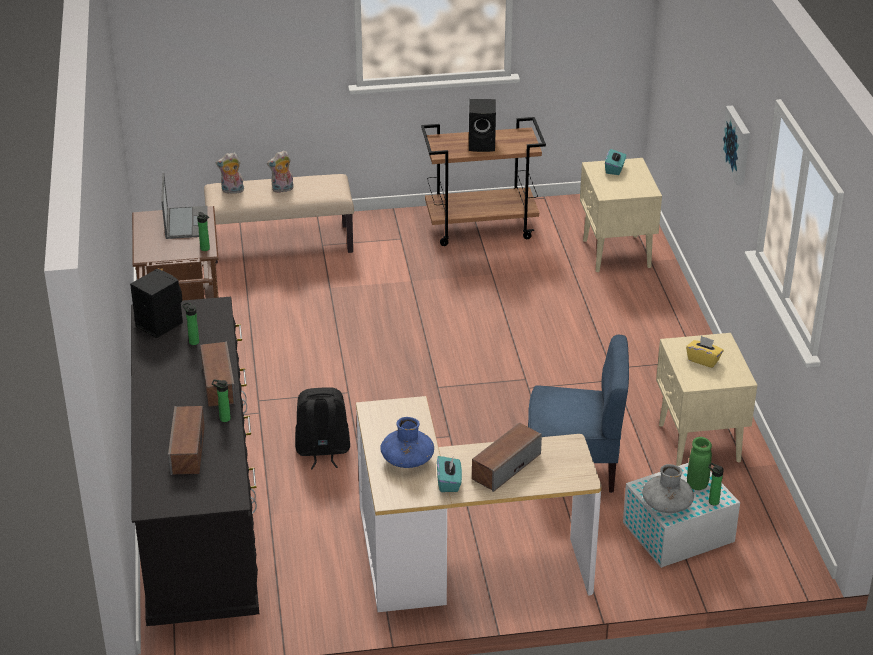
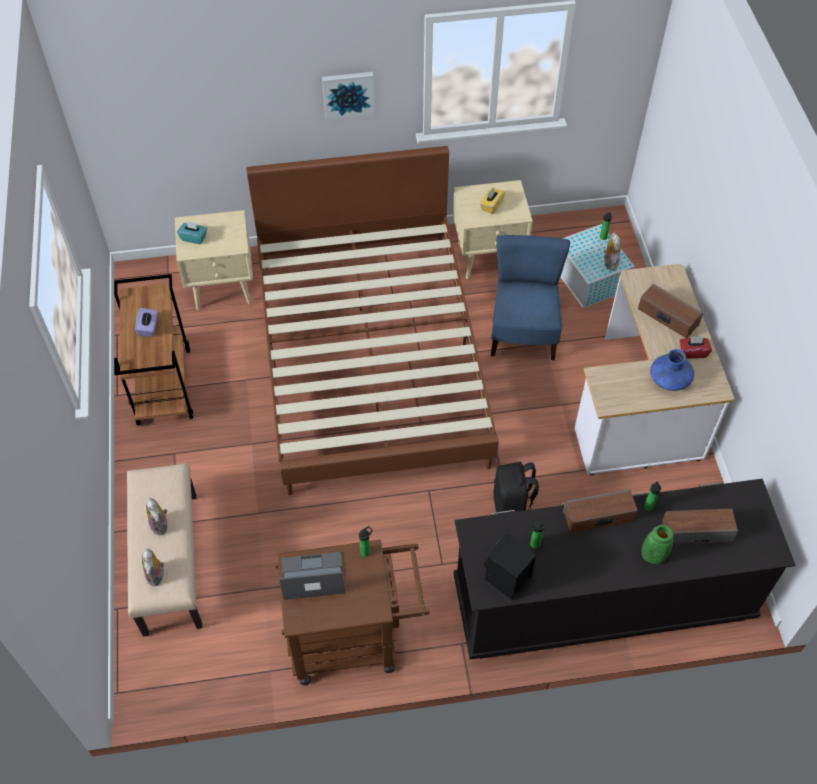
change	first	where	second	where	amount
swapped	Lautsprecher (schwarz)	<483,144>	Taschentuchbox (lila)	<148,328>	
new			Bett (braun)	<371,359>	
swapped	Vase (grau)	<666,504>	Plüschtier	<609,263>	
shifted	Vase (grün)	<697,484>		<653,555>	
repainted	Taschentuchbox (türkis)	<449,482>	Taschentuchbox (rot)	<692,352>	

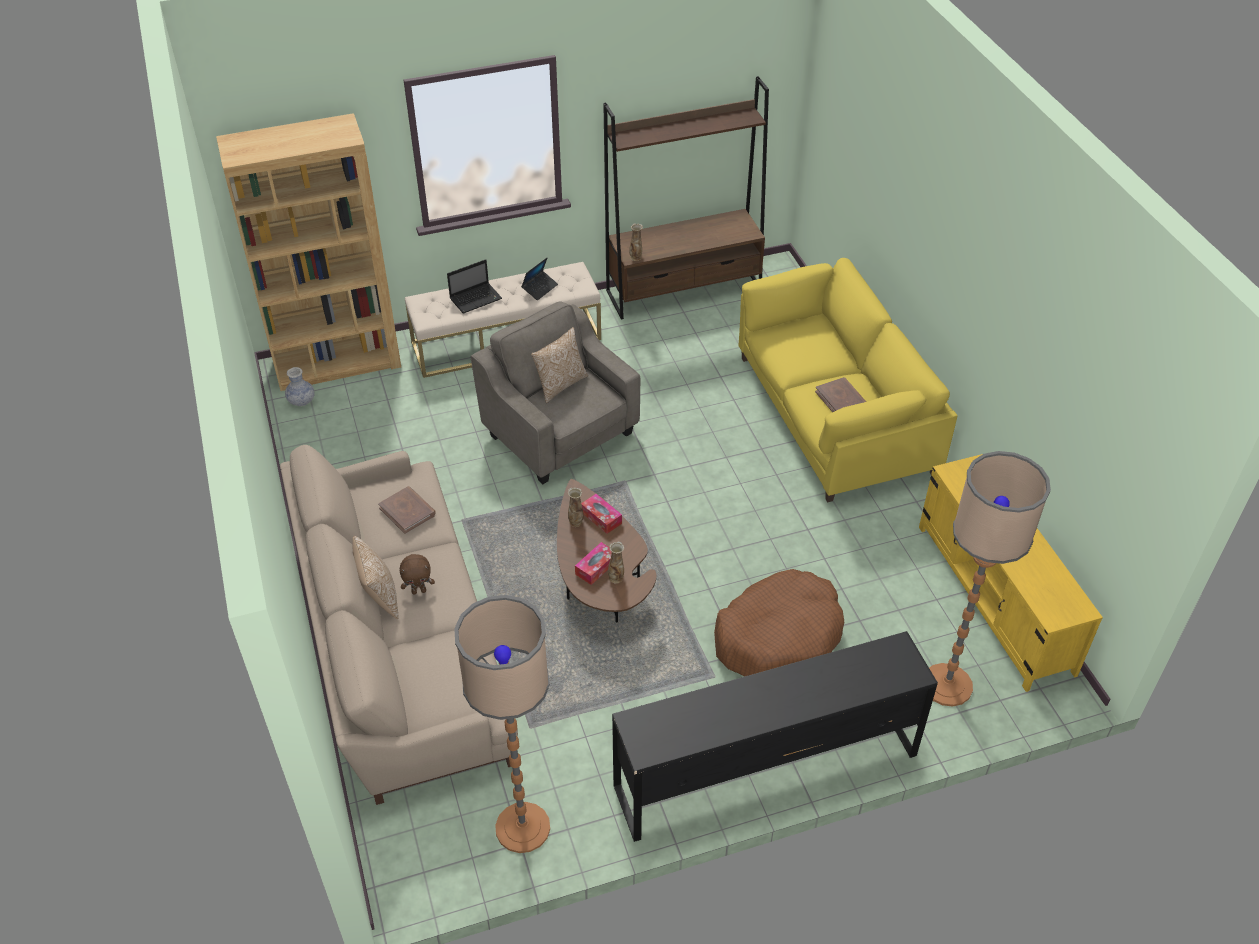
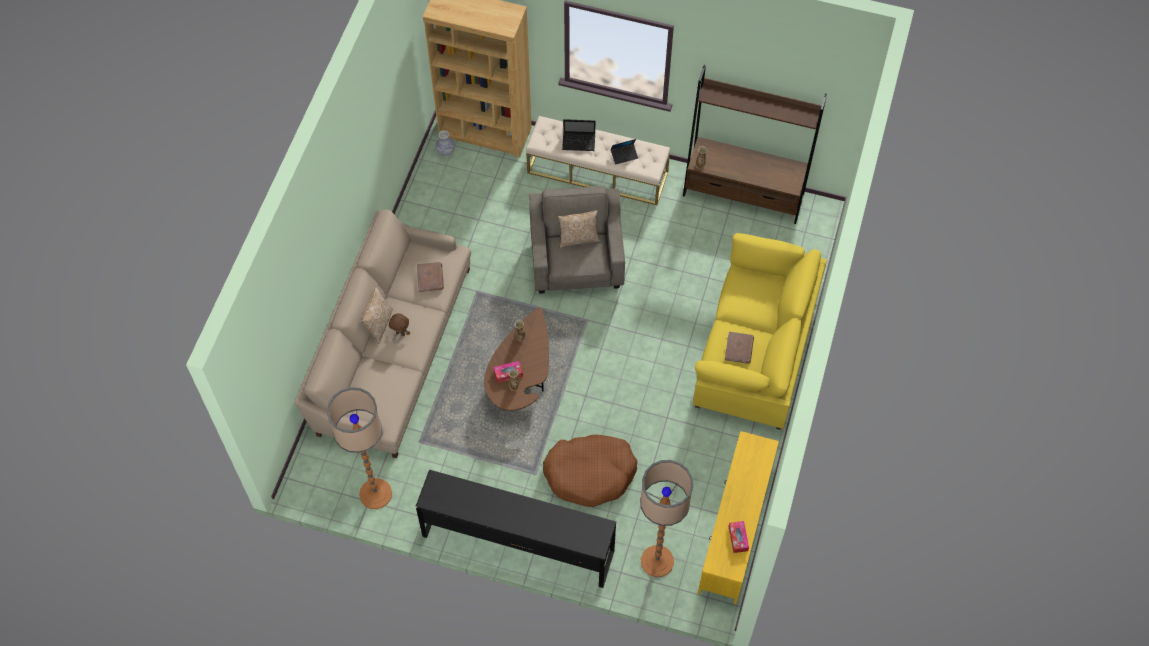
change	first	where	second	where	amount
shifted	Taschentuchbox	<601,518>		<738,538>	

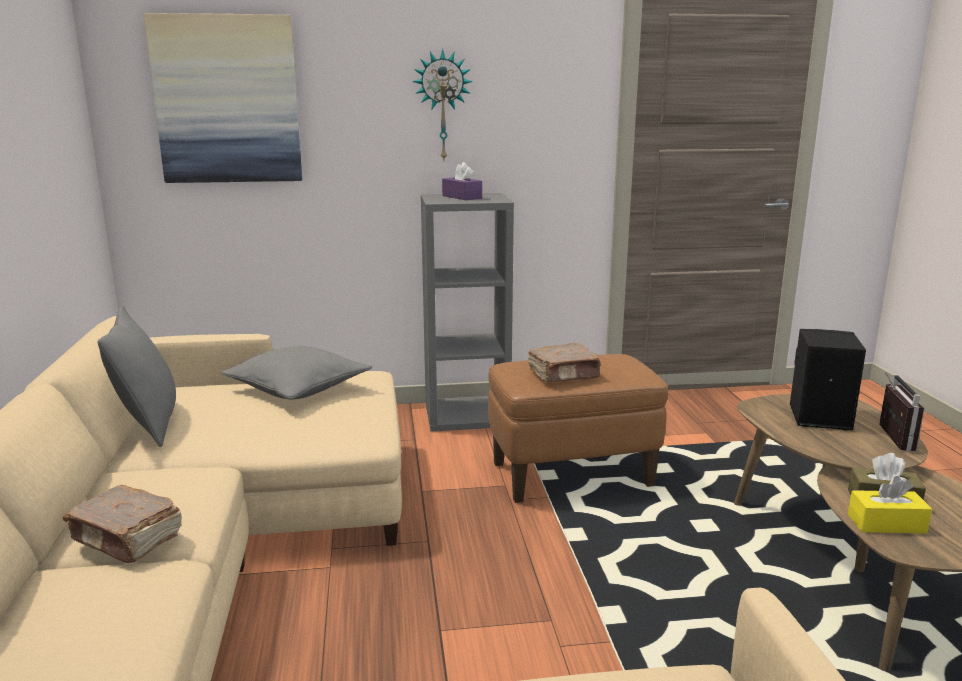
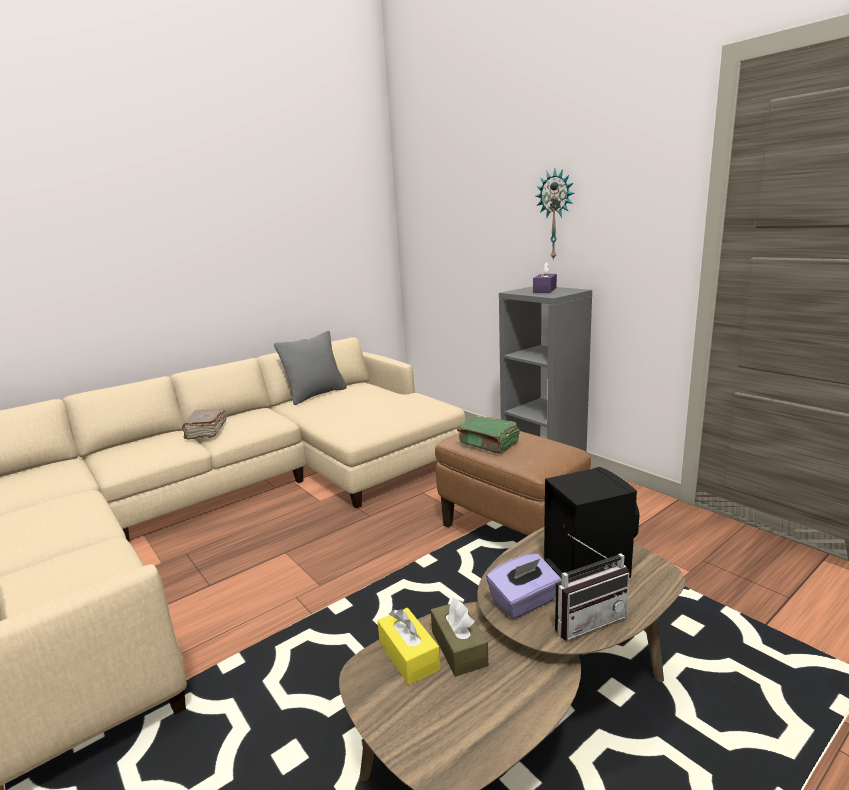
change	first	where	second	where	amount
repainted	Buch (braun)	<564,375>	Buch (grün)	<489,444>	
new			Taschentuchbox (lila)	<524,602>	
gone	Bild	<227,100>			
gone	Kissen (grau)	<298,388>			

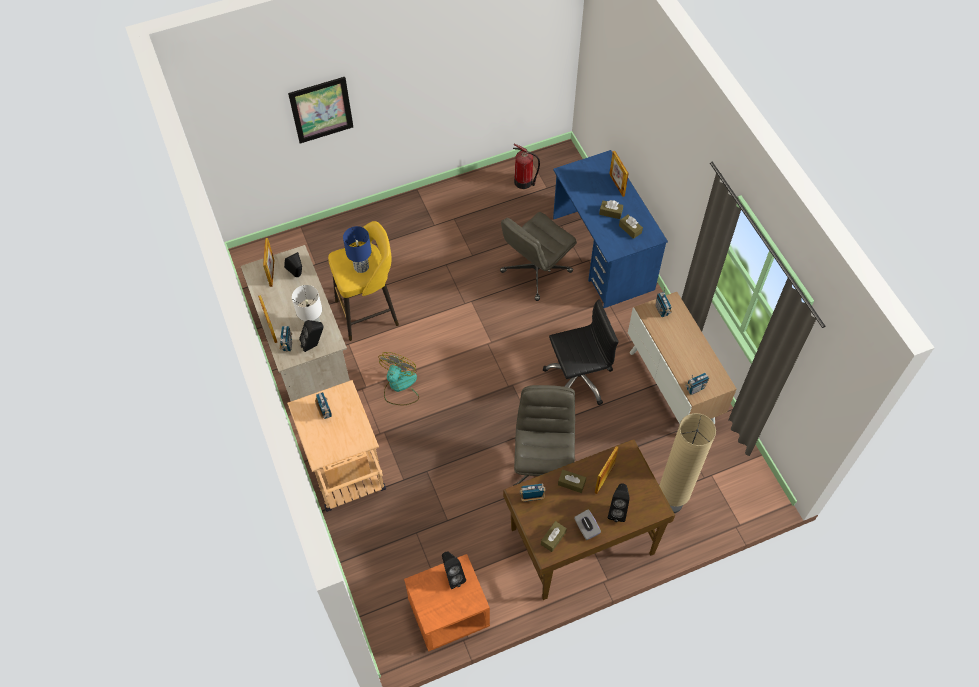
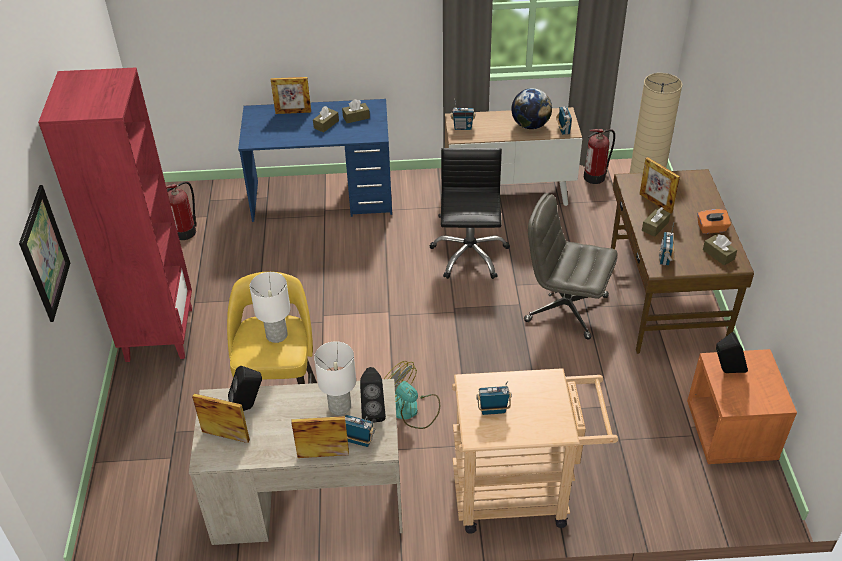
change	first	where	second	where	amount
new			Bücherregal (rot)	<159,333>	
repainted	Tischlampe (blau)	<361,267>	Tischlampe (weiß)	<277,335>	
new			Globus	<530,125>	
new			Feuerlöscher	<595,176>	
repainted	Taschentuchbox (grau)	<586,529>	Taschentuchbox (orange)	<711,228>	
gone	Bürostuhl (grau)	<535,272>			
gone	Lautsprecher (schwarz)	<617,510>			

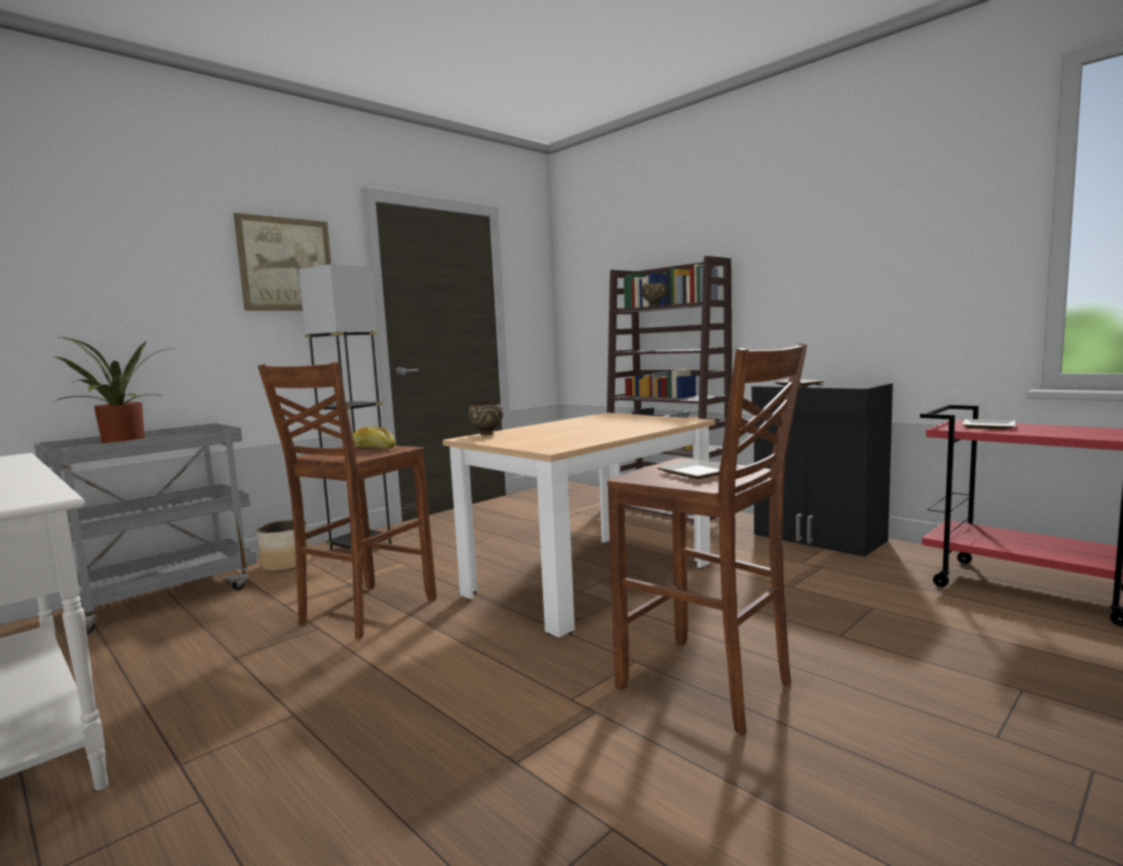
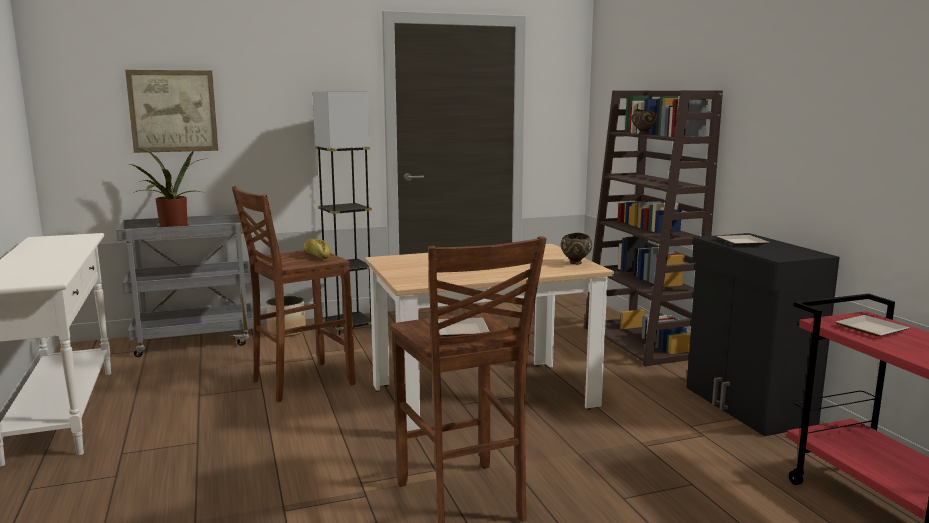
change	first	where	second	where	amount
shifted	Bild	<286,264>		<173,111>	
shifted	Schüssel (braun)	<487,434>		<575,263>	

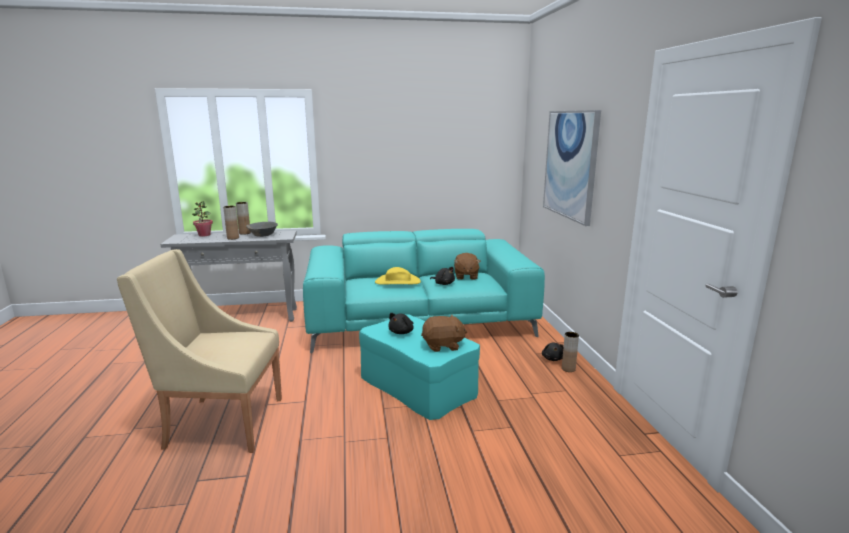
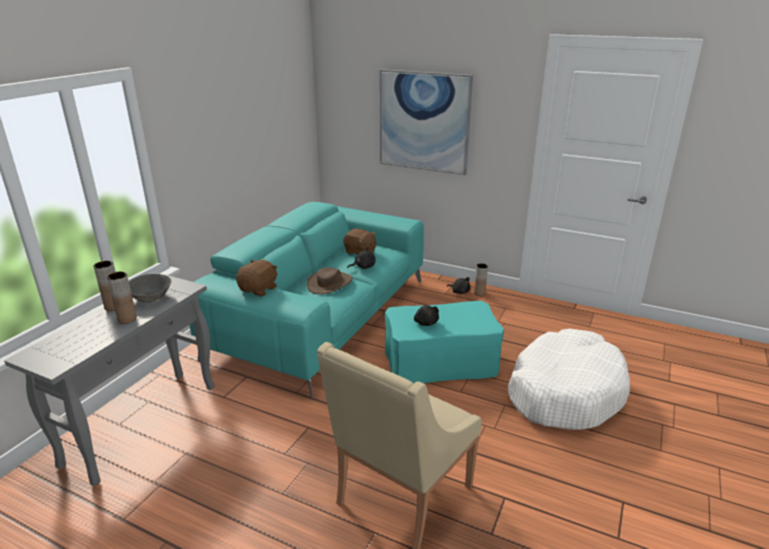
change	first	where	second	where	amount
shifted	Plüschtier (braun)	<443,346>		<259,289>	
repainted	Hut (gelb)	<397,282>	Hut (braun)	<330,283>	
new			Hundebett (weiß)	<564,391>	
gone	Topfpflanze	<204,235>			

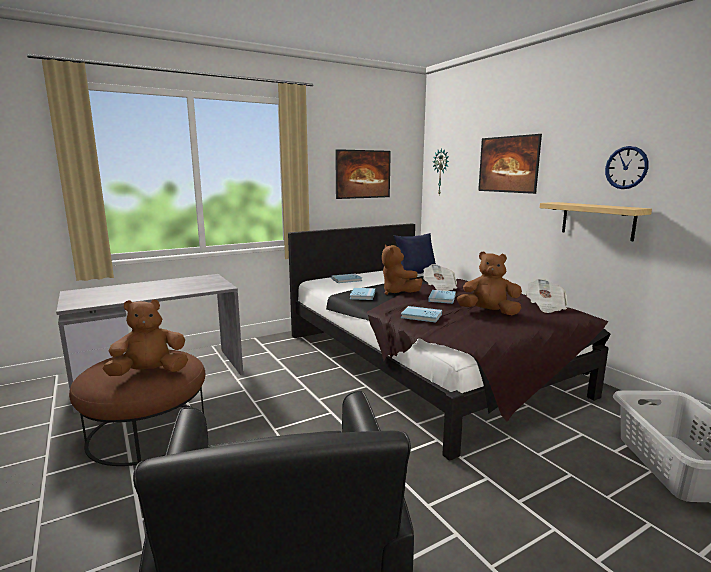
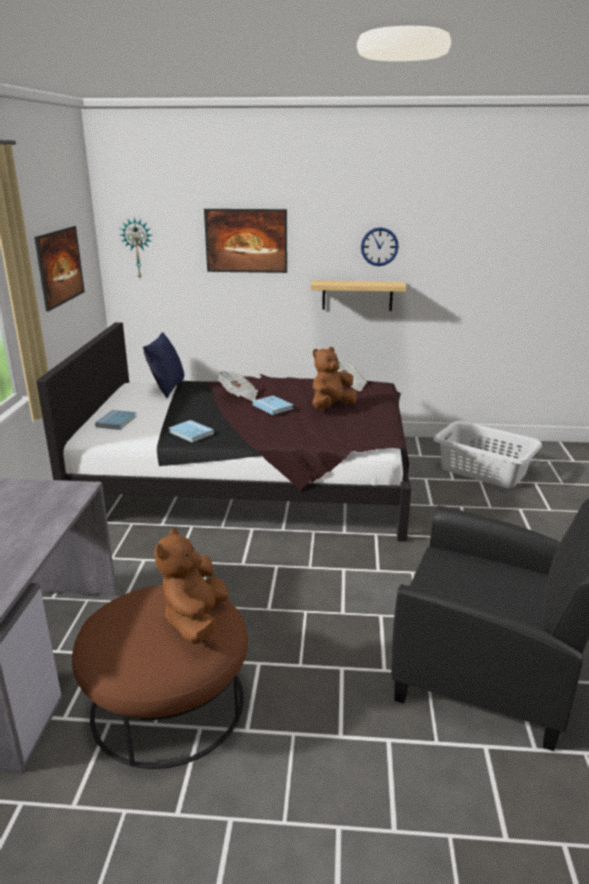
change	first	where	second	where	amount
gone	Plüschtier (braun)	<398,293>			
gone	Buch (blau)	<421,316>			

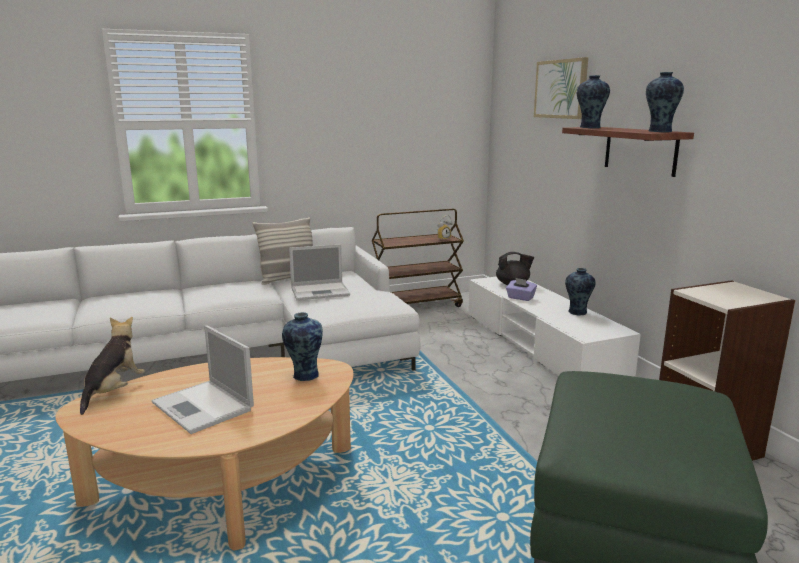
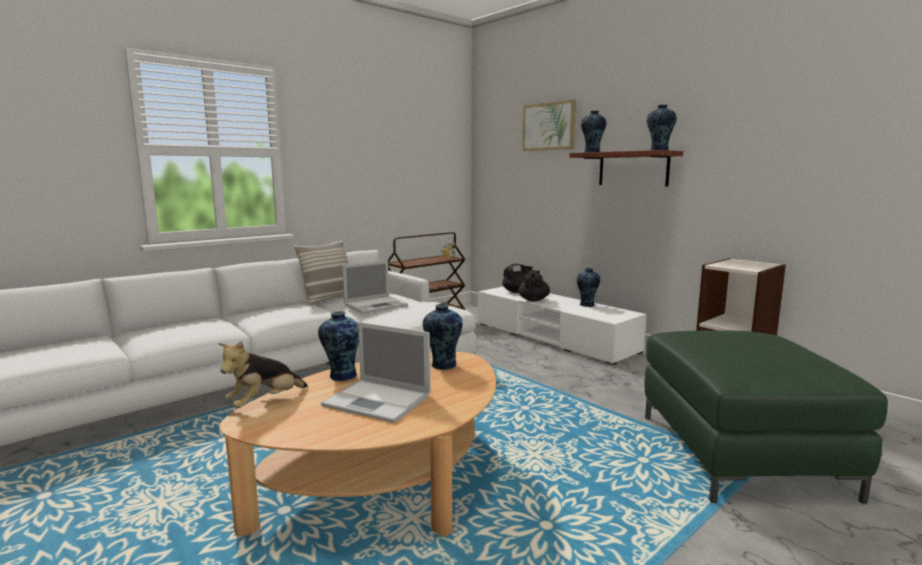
change	first	where	second	where	amount
rotated	Plüschtier	<114,391>		<265,403>	135 degrees counterclockwise
new			Vase	<341,376>	
swapped	Taschentuchbox (lila)	<520,298>	Teekanne (schwarz)	<533,300>	

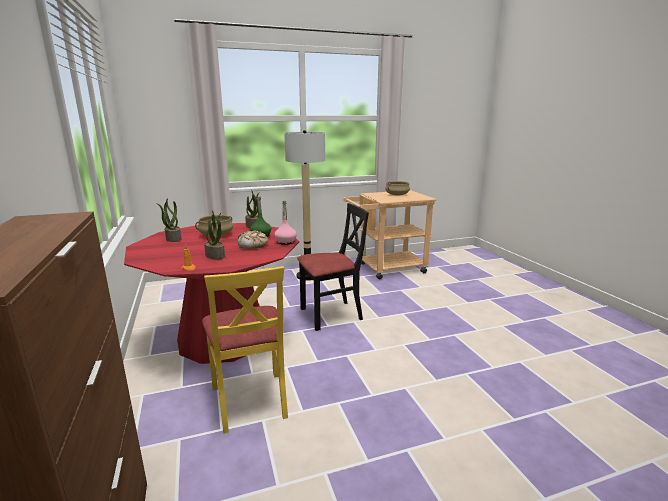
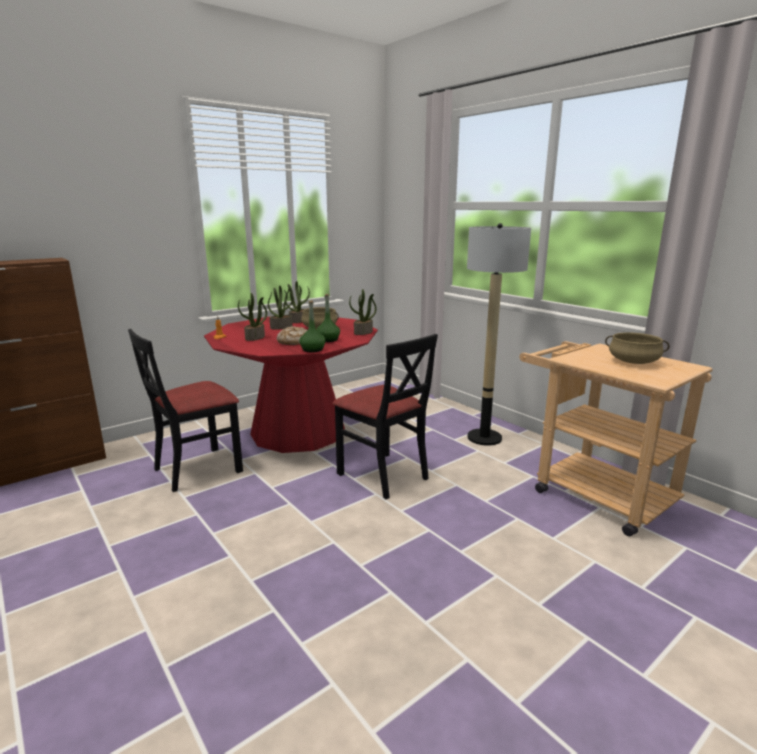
change	first	where	second	where	amount
repainted	Stuhl (gelb)	<250,400>	Stuhl (schwarz)	<197,469>	
new			Topfpflanze	<281,327>	
repainted	Flasche (rosa)	<286,242>	Flasche (grün)	<312,350>	

